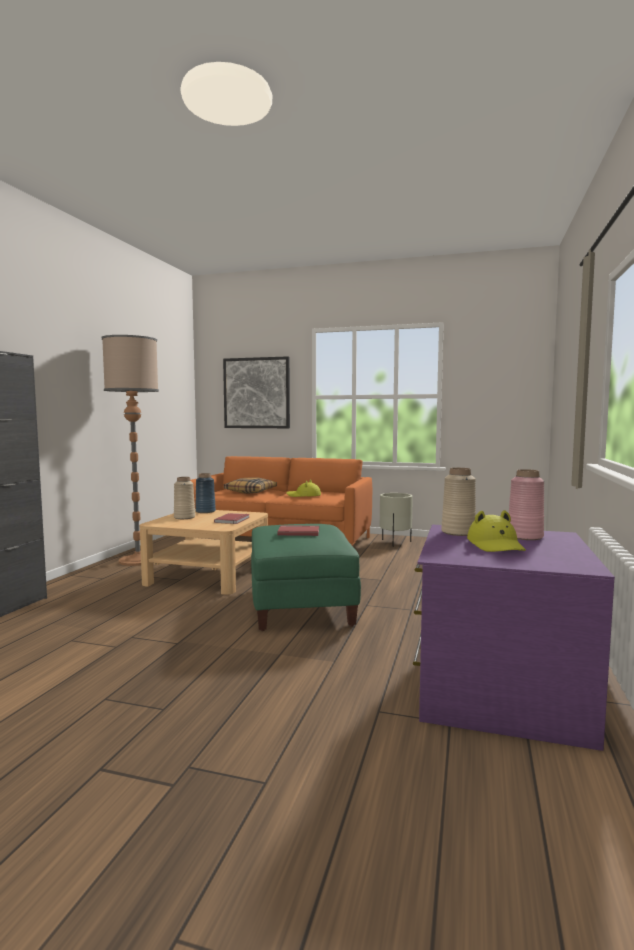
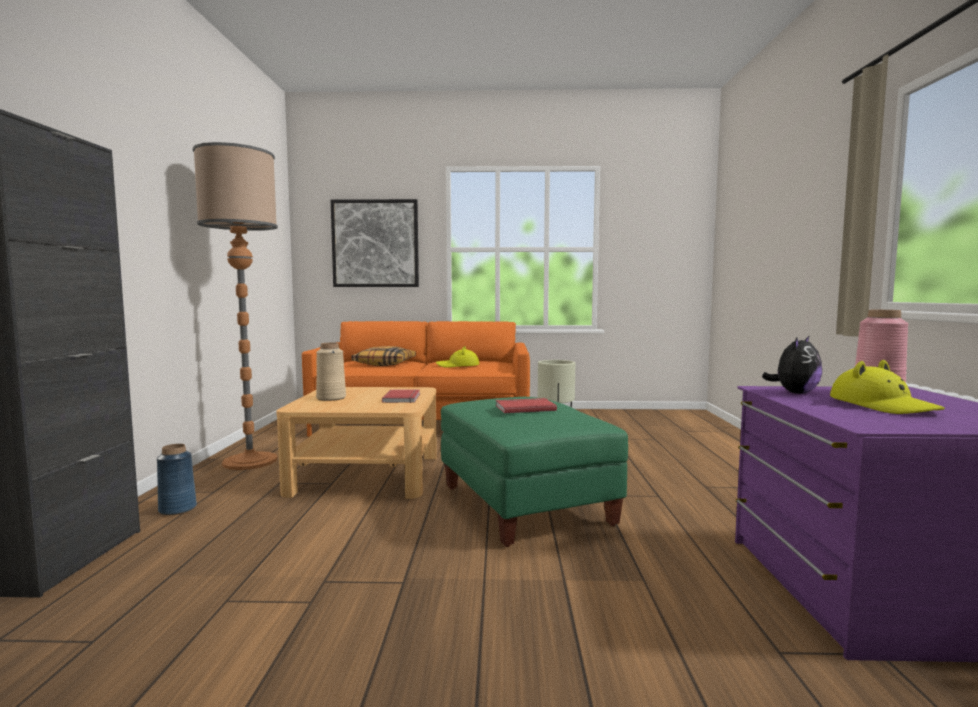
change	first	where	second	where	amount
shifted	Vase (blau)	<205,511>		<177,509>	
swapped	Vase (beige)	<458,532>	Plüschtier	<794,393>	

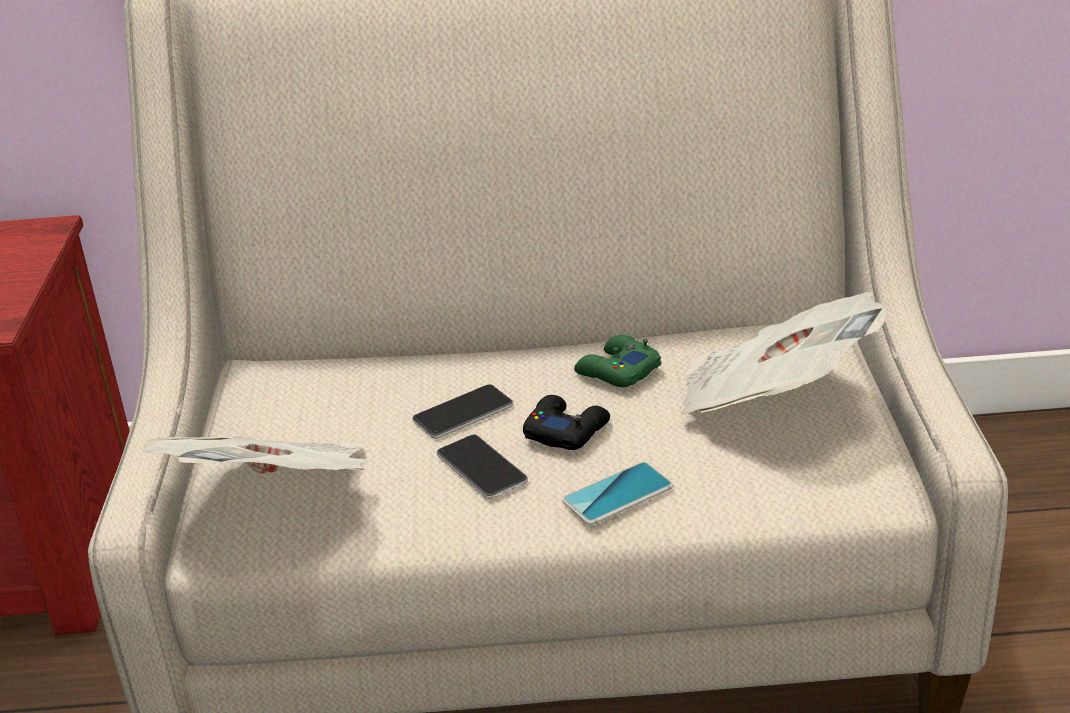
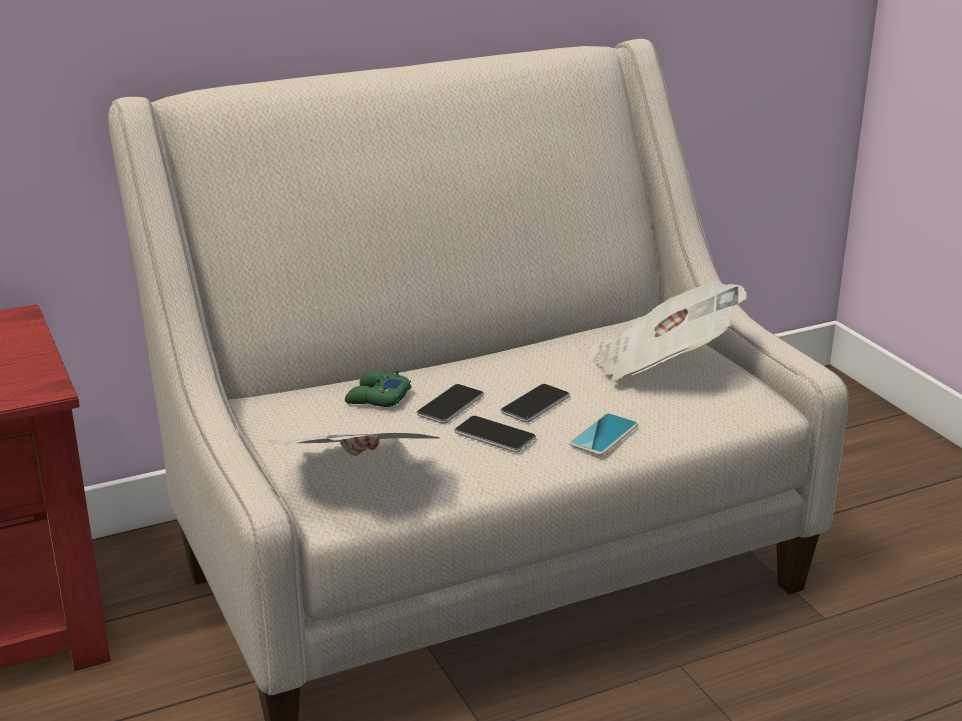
change	first	where	second	where	amount
shifted	Gamepad (grün)	<617,371>		<377,397>	
swapped	Gamepad (schwarz)	<566,431>	Handy	<535,404>	

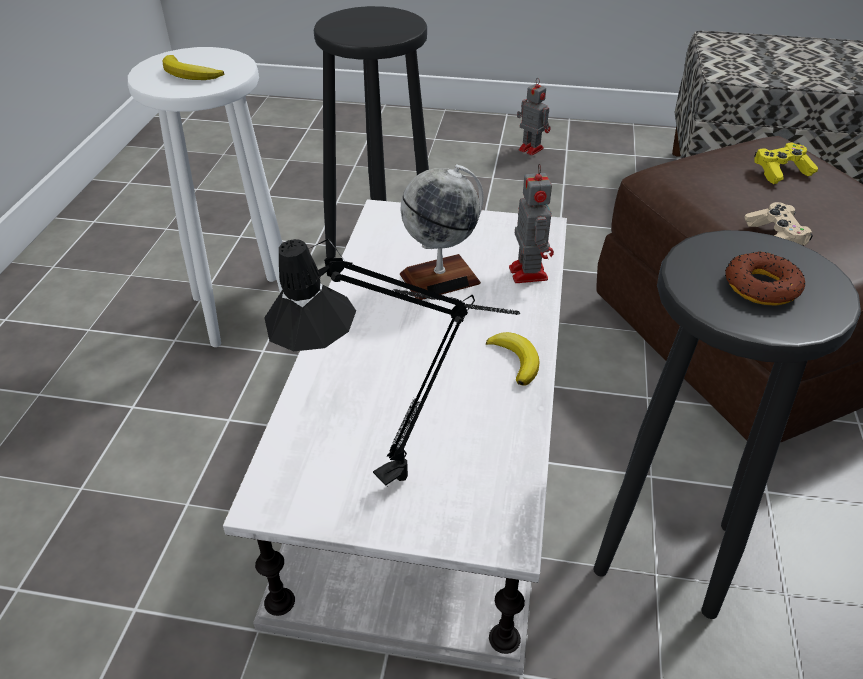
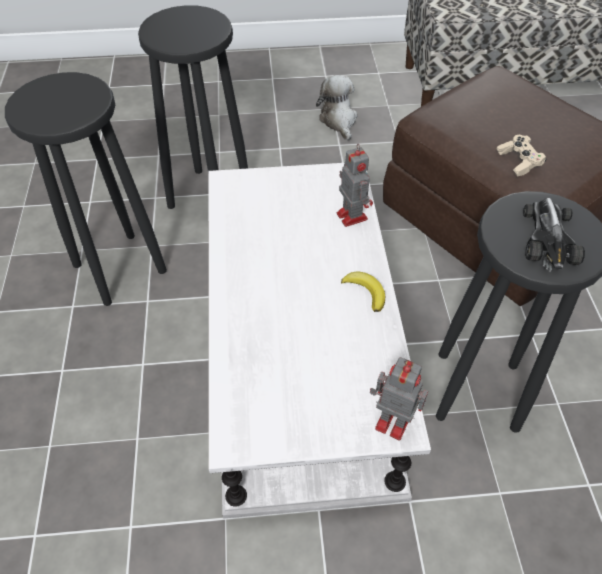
change	first	where	second	where	amount
repainted	Hocker (weiß)	<243,310>	Hocker (schwarz)	<118,268>	
new			Plüschtier	<338,120>	
shifted	Spielzeugroboter	<530,148>		<391,420>	
swapped	Donut	<761,286>	Spielzeugauto	<548,238>	
gone	Banane	<190,75>			
gone	Tischlampe (schwarz)	<415,471>			
gone	Globus	<440,278>			
gone	Gamepad (gelb)	<781,172>			

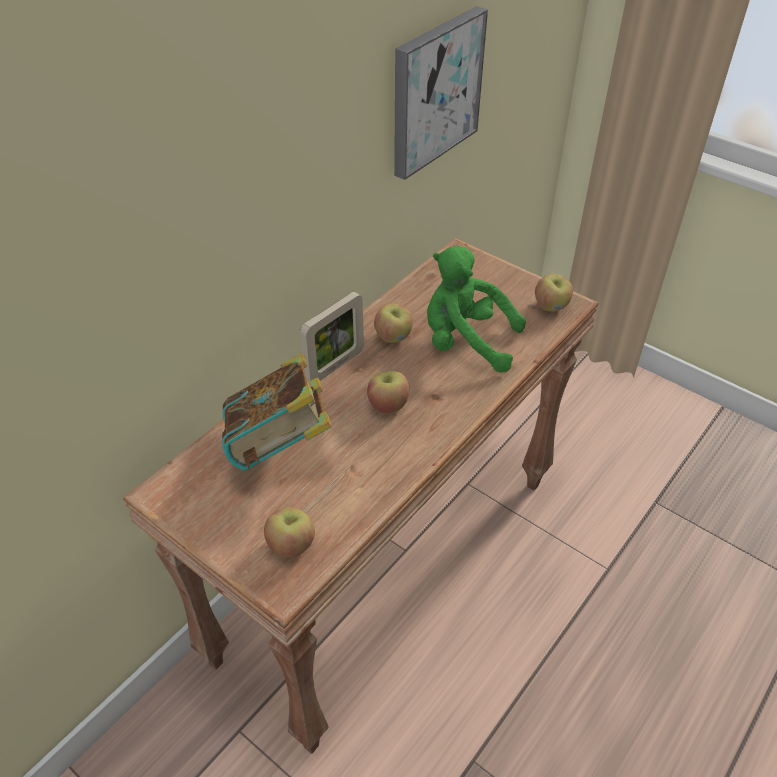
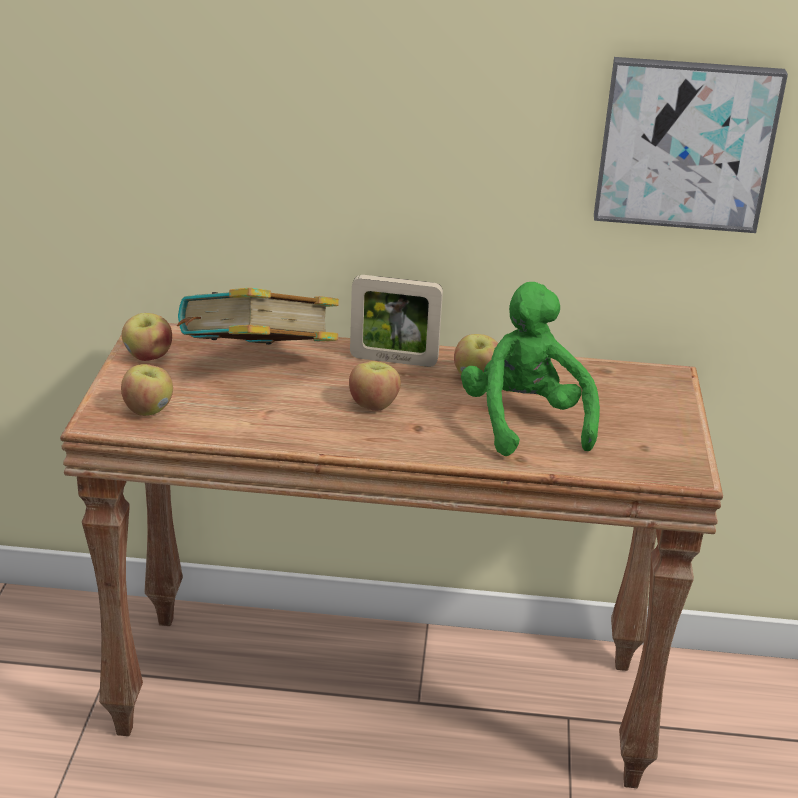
change	first	where	second	where	amount
shifted	Apfel	<551,306>		<148,357>	

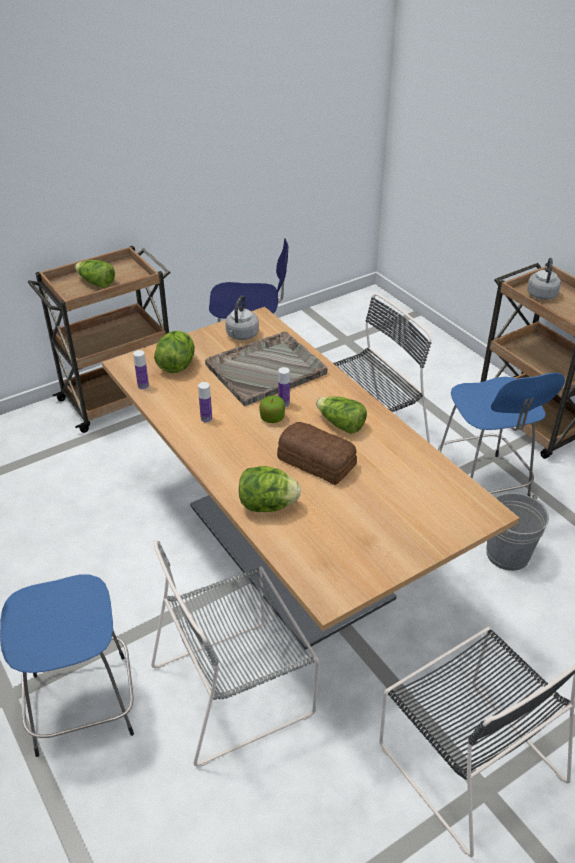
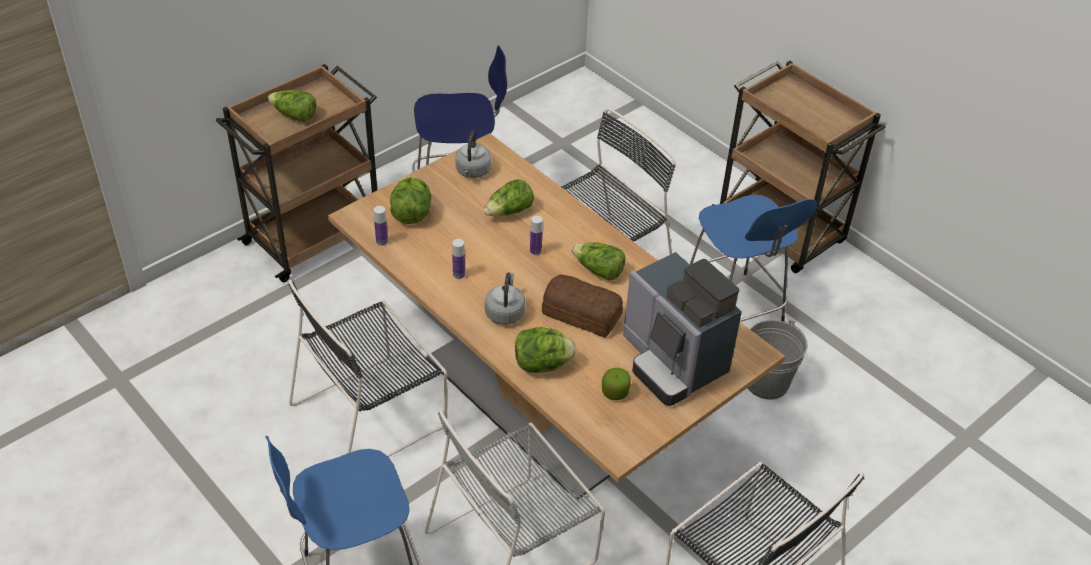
change	first	where	second	where	amount
new			Stuhl (schwarz)	<373,413>	
swapped	Tablett (grau)	<267,369>	Salatkopf	<509,211>	
shifted	Wasserkessel (grau)	<541,293>		<505,312>	
shifted	Apfel	<272,418>		<615,392>	
new			Kaffeemaschine	<672,362>	

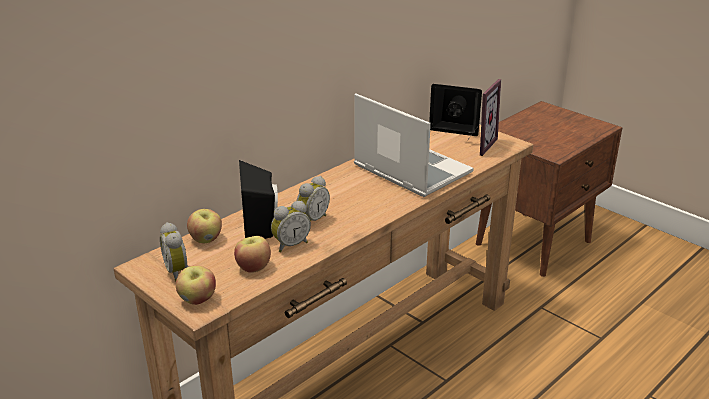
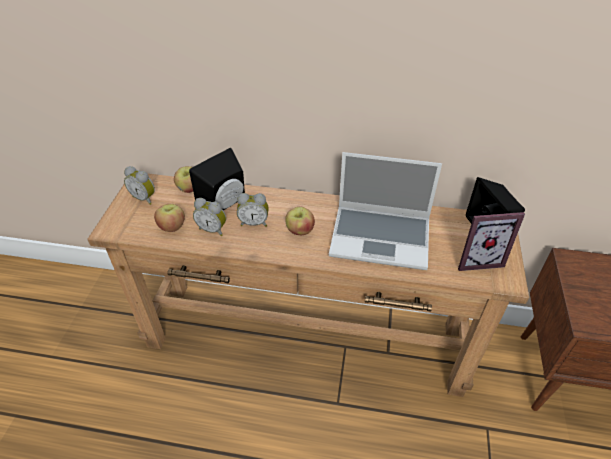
change	first	where	second	where	amount
rotated	Wecker	<178,271>		<145,198>	90 degrees counterclockwise
shifted	Apfel	<197,300>		<300,231>	
rotated	Laptop	<410,170>		<381,237>	90 degrees clockwise

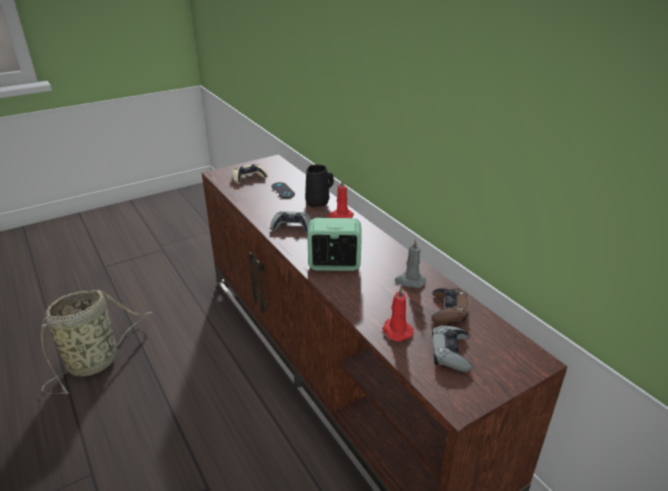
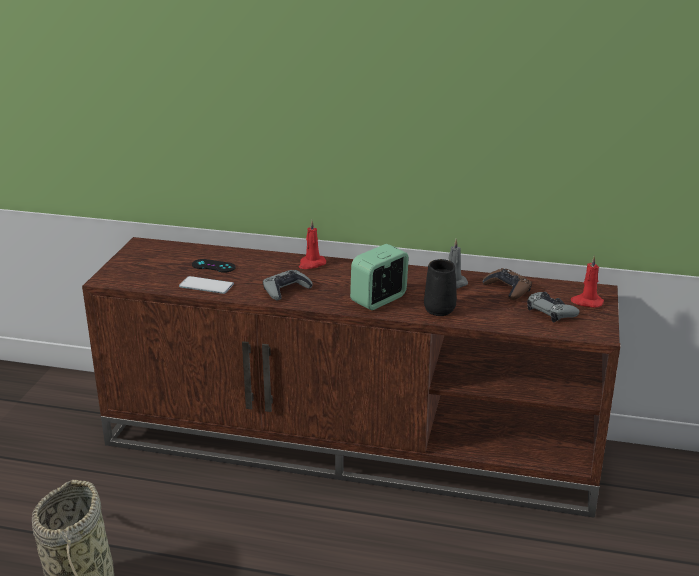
change	first	where	second	where	amount
new			Handy	<206,285>	
shifted	Henkelbecher (schwarz)	<318,202>		<440,308>	
shifted	Kerze (rot)	<396,330>		<586,302>	
gone	Gamepad (beige)	<248,177>			

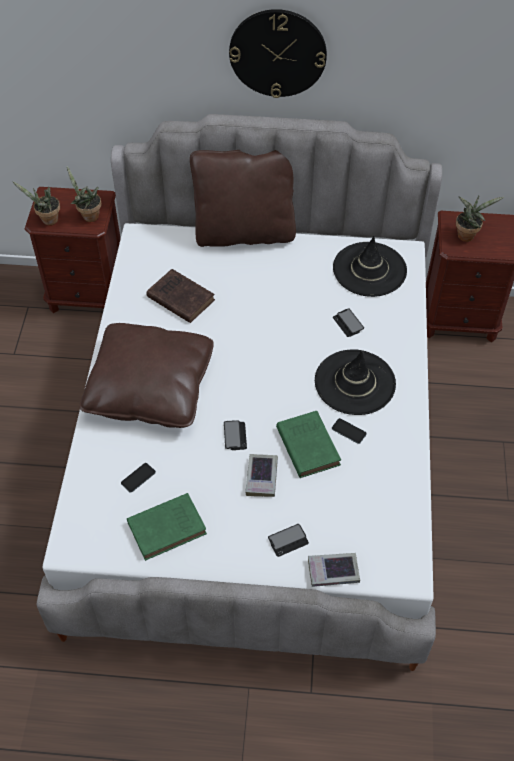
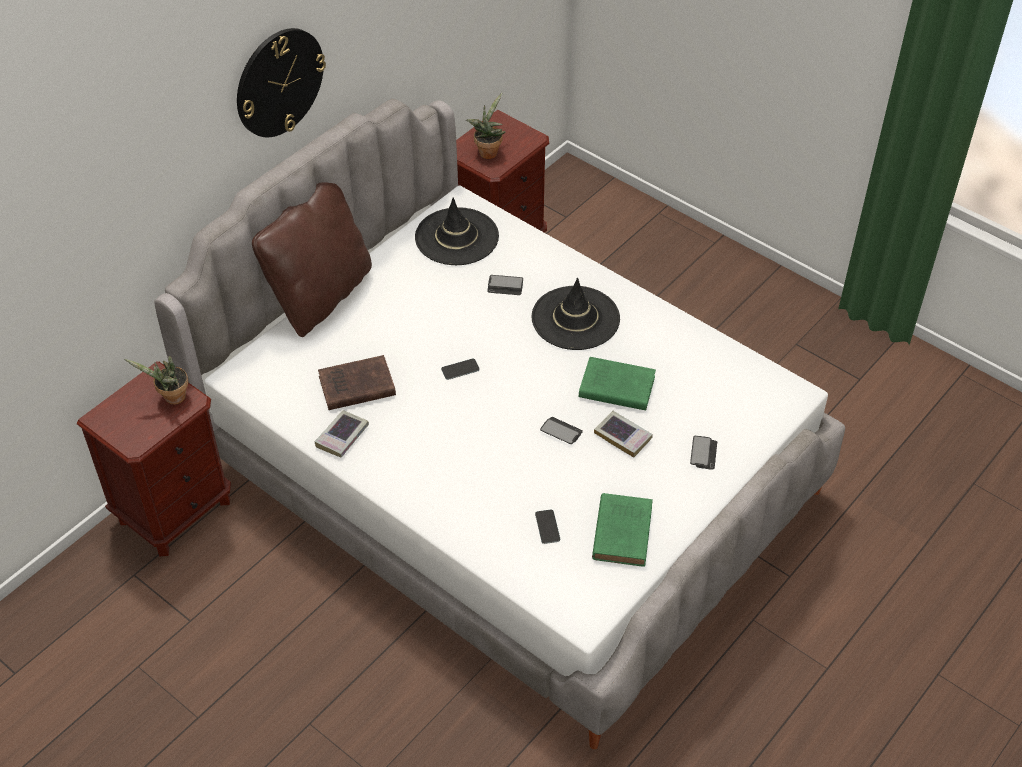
change	first	where	second	where	amount
shifted	Buch	<333,571>		<342,436>	
shifted	Handy	<349,431>		<460,369>	
gone	Topfpflanze	<47,220>			
gone	Kissen (braun)	<150,388>			

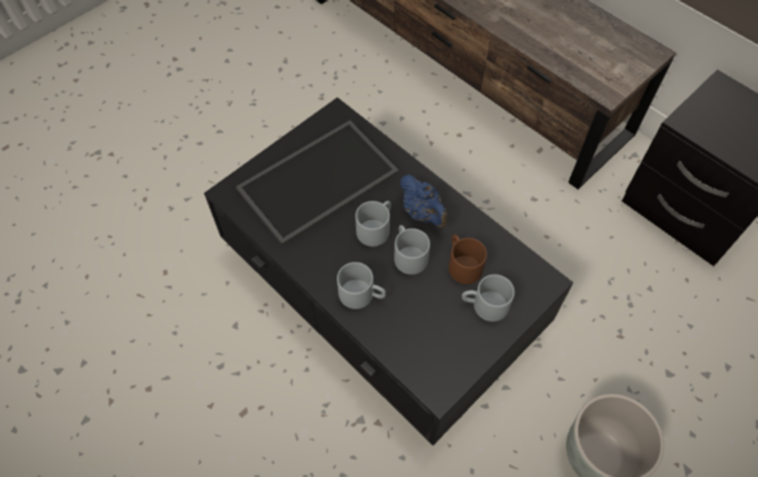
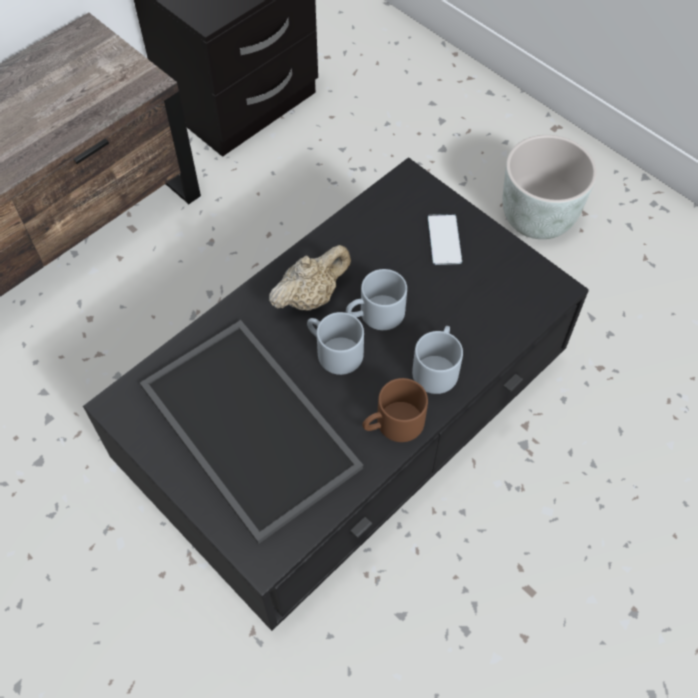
change	first	where	second	where	amount
repainted	Teekanne (blau)	<423,213>	Teekanne (beige)	<310,297>	
shifted	Henkelbecher (braun)	<461,264>		<393,425>	
swapped	Henkelbecher (grau)	<484,306>	Handy	<444,239>	

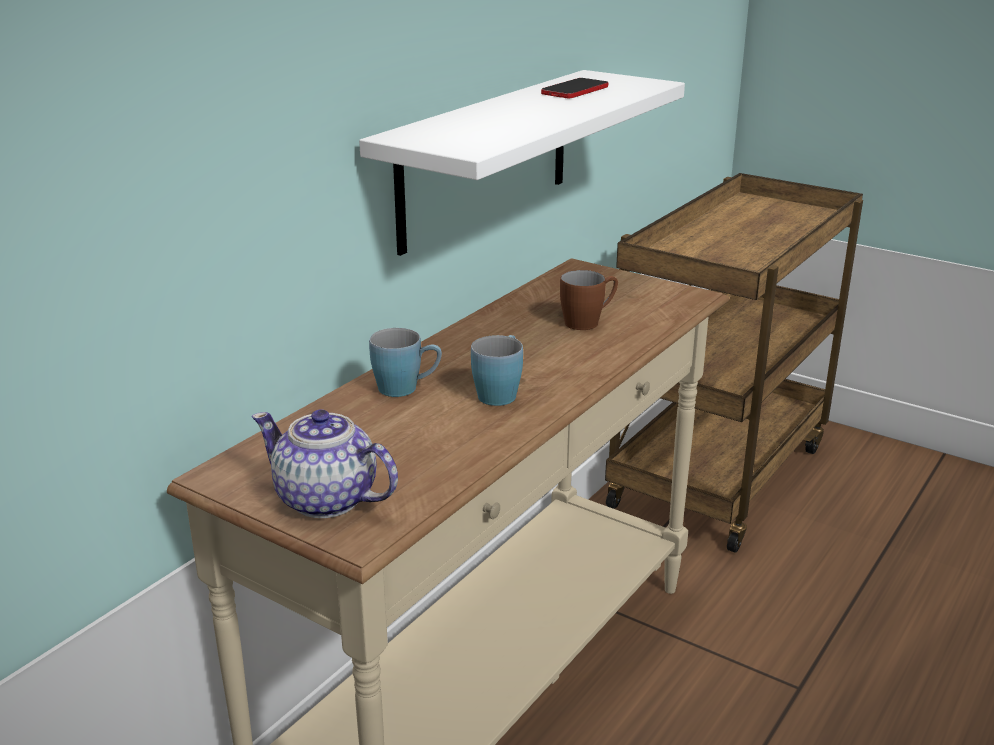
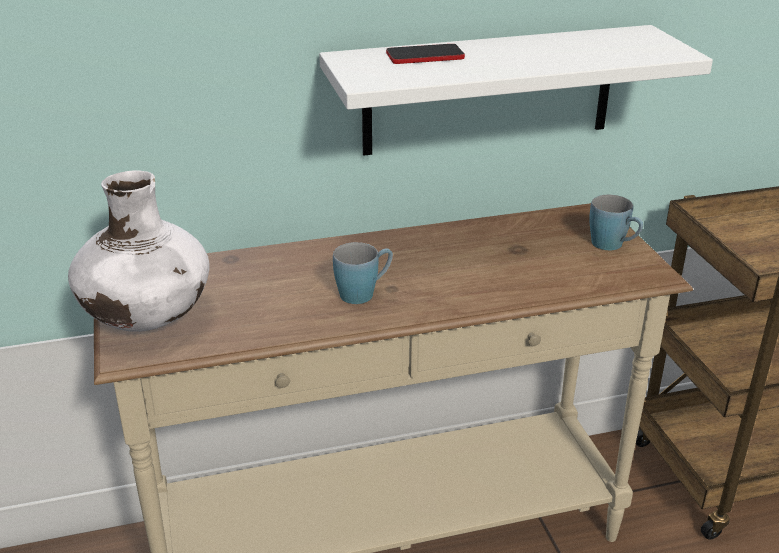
change	first	where	second	where	amount
swapped	Teekanne	<327,500>	Vase (weiß)	<147,319>	
shifted	Handy	<575,90>		<425,56>	
shifted	Henkelbecher (blau)	<407,388>		<613,246>	
gone	Henkelbecher (braun)	<588,321>			

